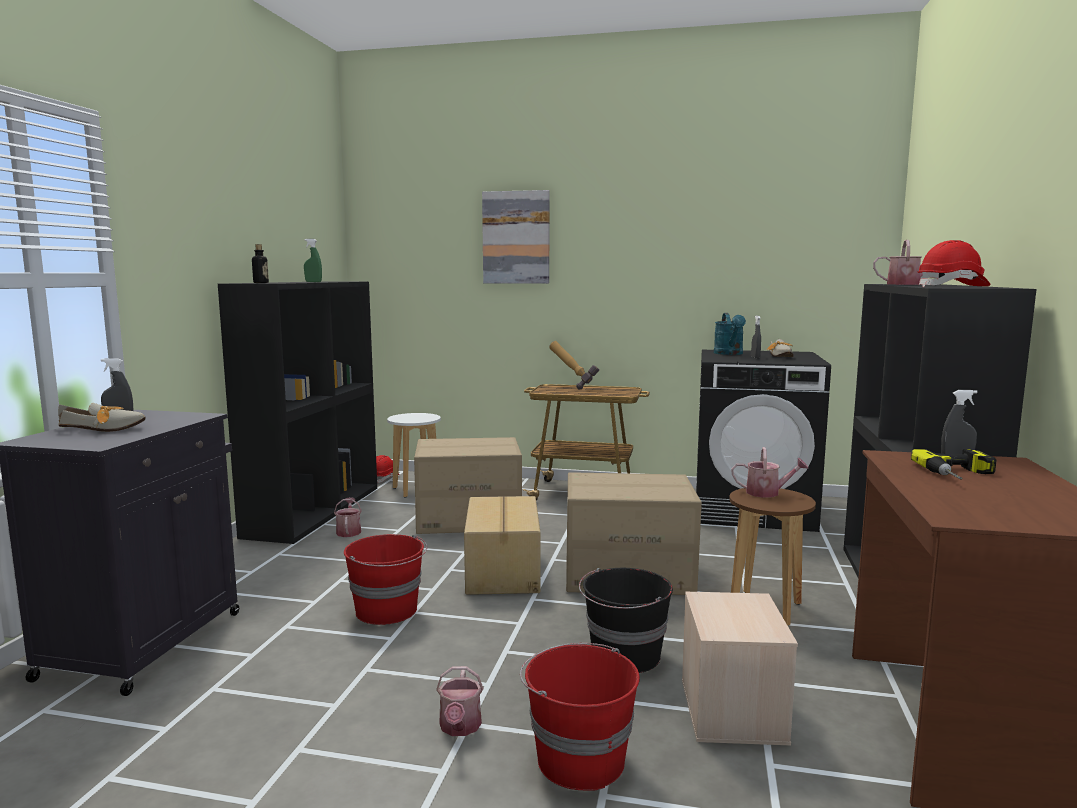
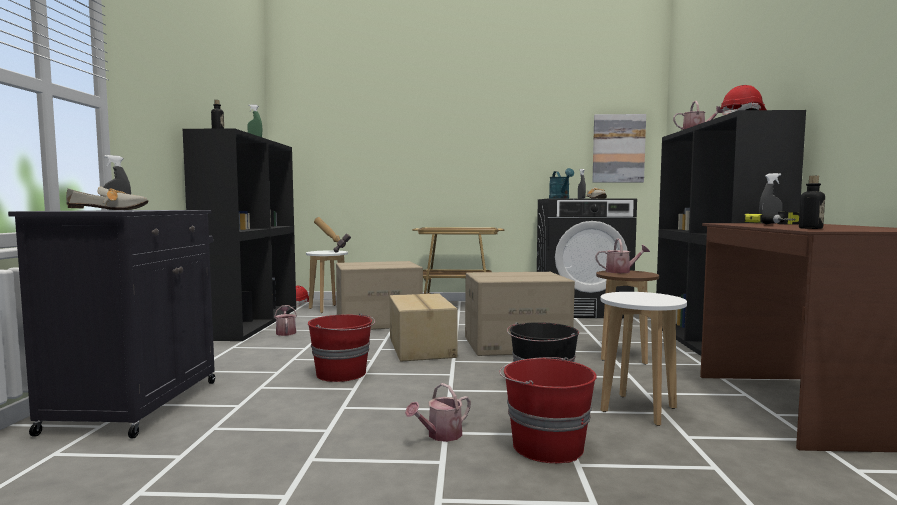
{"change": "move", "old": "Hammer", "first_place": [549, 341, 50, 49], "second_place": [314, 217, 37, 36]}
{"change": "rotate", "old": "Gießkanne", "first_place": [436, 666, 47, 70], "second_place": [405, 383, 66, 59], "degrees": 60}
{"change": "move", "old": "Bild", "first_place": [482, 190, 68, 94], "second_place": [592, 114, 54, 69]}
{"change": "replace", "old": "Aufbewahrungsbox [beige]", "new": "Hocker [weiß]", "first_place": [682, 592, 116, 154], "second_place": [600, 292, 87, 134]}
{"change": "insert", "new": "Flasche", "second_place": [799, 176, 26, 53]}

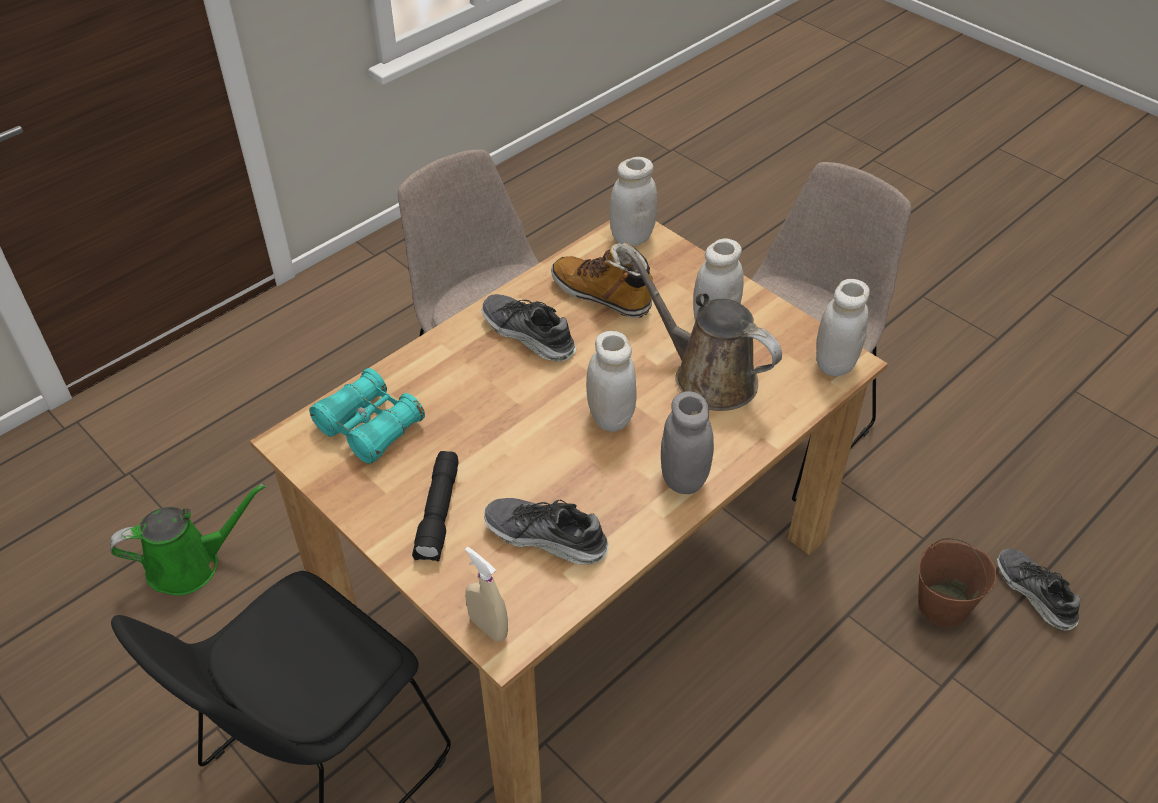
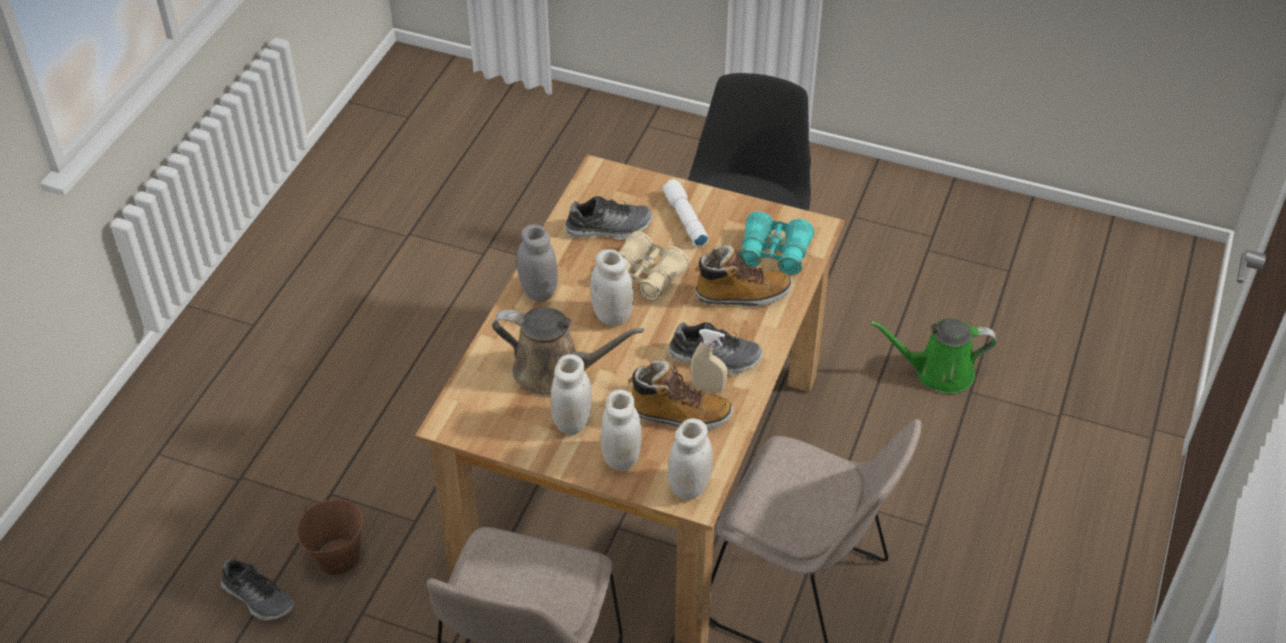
{"change": "move", "old": "Vorratsglas [weiß]", "first_place": [816, 279, 54, 97], "second_place": [601, 389, 41, 82]}
{"change": "insert", "new": "Fernglas [beige]", "second_place": [619, 231, 71, 70]}
{"change": "recolor", "old": "Taschenlampe [schwarz]", "new": "Taschenlampe [weiß]", "first_place": [412, 451, 47, 111], "second_place": [662, 179, 46, 68]}
{"change": "move", "old": "Sprühflasche [beige]", "first_place": [465, 547, 43, 95], "second_place": [691, 329, 36, 64]}
{"change": "insert", "new": "Stiefel", "second_place": [694, 245, 98, 62]}
{"change": "rotate", "old": "Gießkanne [grün]", "first_place": [110, 484, 155, 111], "second_place": [870, 318, 127, 76], "degrees": 45}

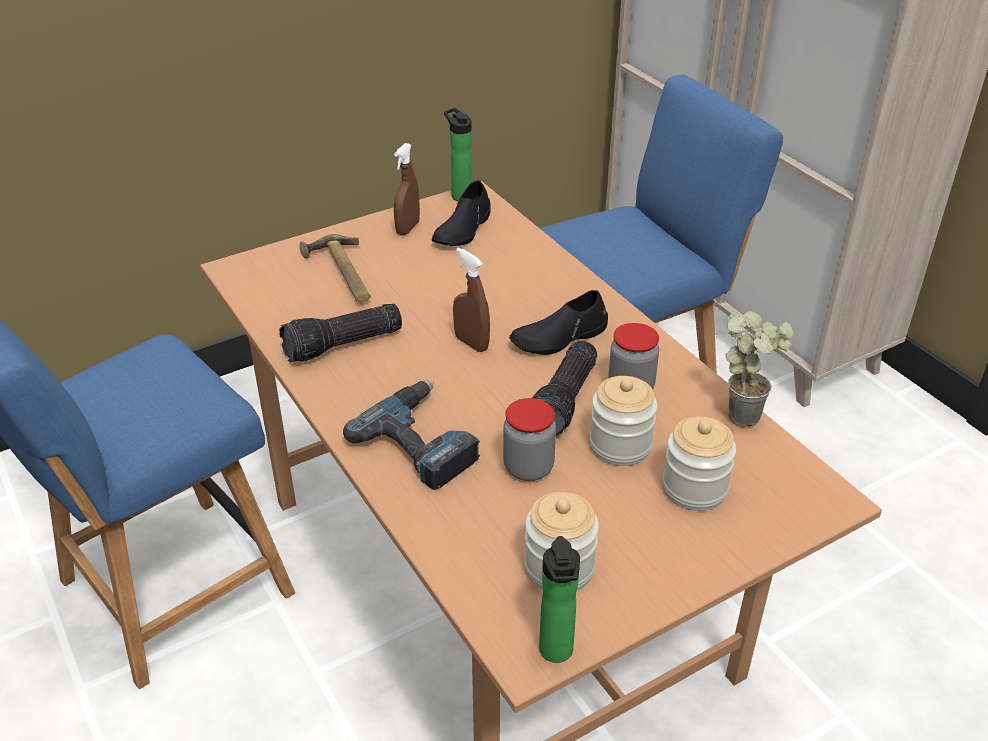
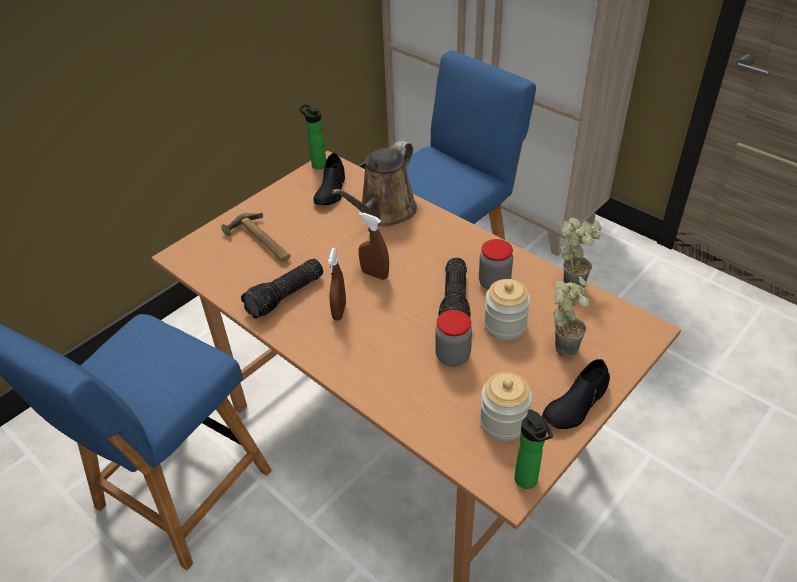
{"change": "move", "old": "Sprühflasche [braun]", "first_place": [394, 143, 26, 92], "second_place": [328, 248, 18, 73]}
{"change": "insert", "new": "Gießkanne [braun]", "second_place": [331, 141, 86, 86]}
{"change": "move", "old": "Schuh [schwarz]", "first_place": [509, 290, 99, 65], "second_place": [542, 359, 68, 70]}
{"change": "replace", "old": "Vorratsglas", "new": "Topfpflanze", "first_place": [662, 416, 74, 95], "second_place": [554, 277, 36, 80]}
{"change": "delete", "old": "Bohrmaschine", "first_place": [343, 380, 137, 110]}

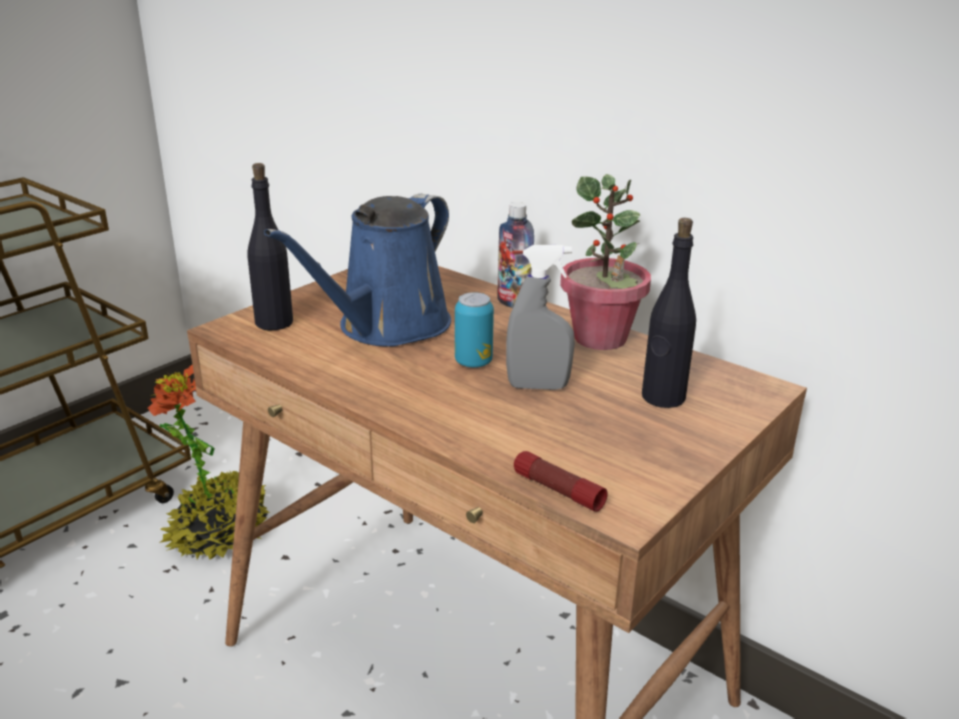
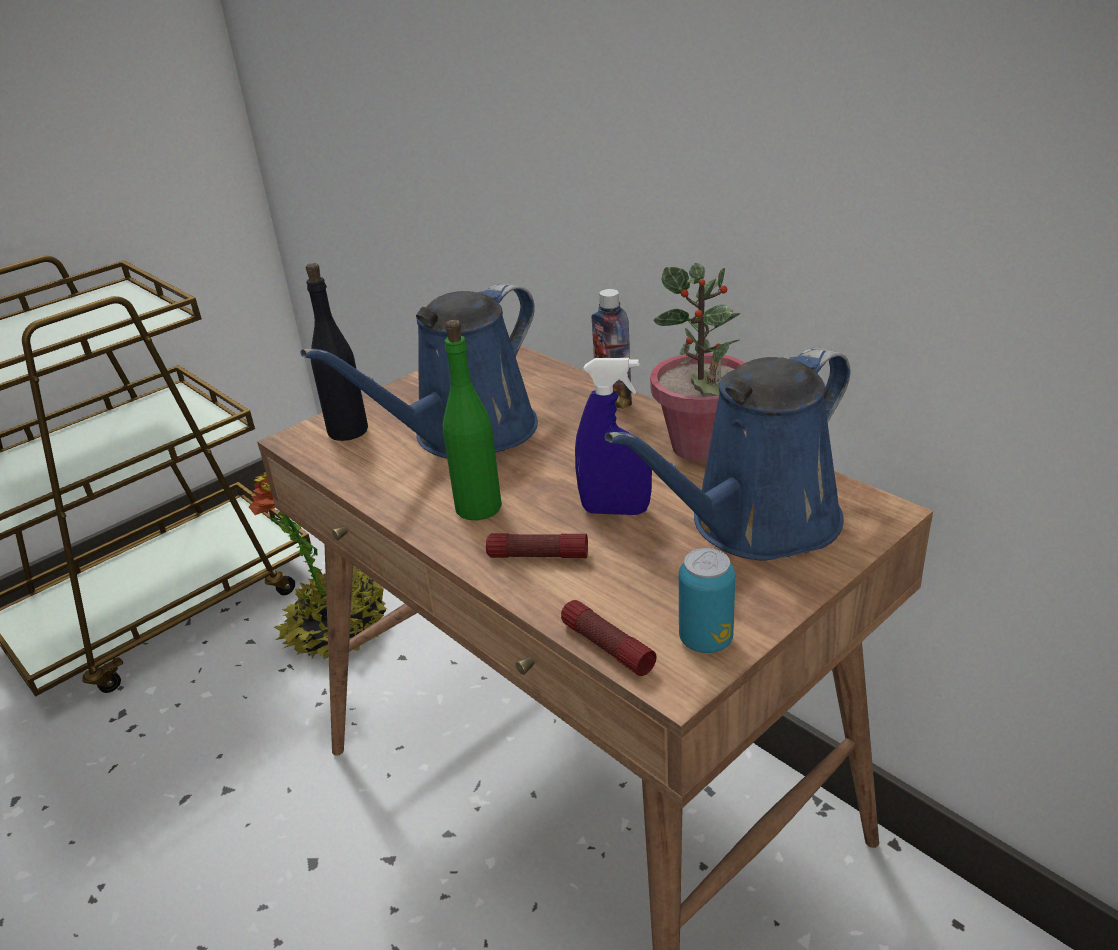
{"change": "insert", "new": "Flasche [grün]", "second_place": [443, 320, 59, 200]}
{"change": "insert", "new": "Taschenlampe", "second_place": [486, 533, 102, 25]}
{"change": "recolor", "old": "Sprühflasche [grau]", "new": "Sprühflasche [blau]", "first_place": [506, 245, 69, 145], "second_place": [575, 358, 77, 157]}
{"change": "replace", "old": "Flasche [schwarz]", "new": "Gießkanne [blau]", "first_place": [642, 218, 54, 190], "second_place": [604, 347, 246, 214]}
{"change": "move", "old": "Dose", "first_place": [455, 292, 39, 76], "second_place": [679, 548, 56, 105]}

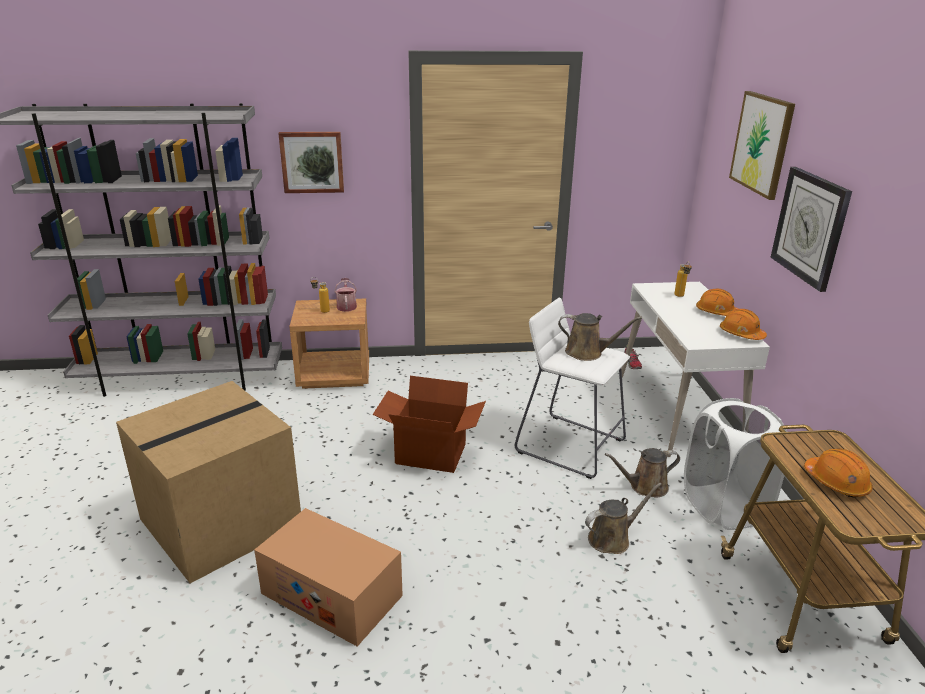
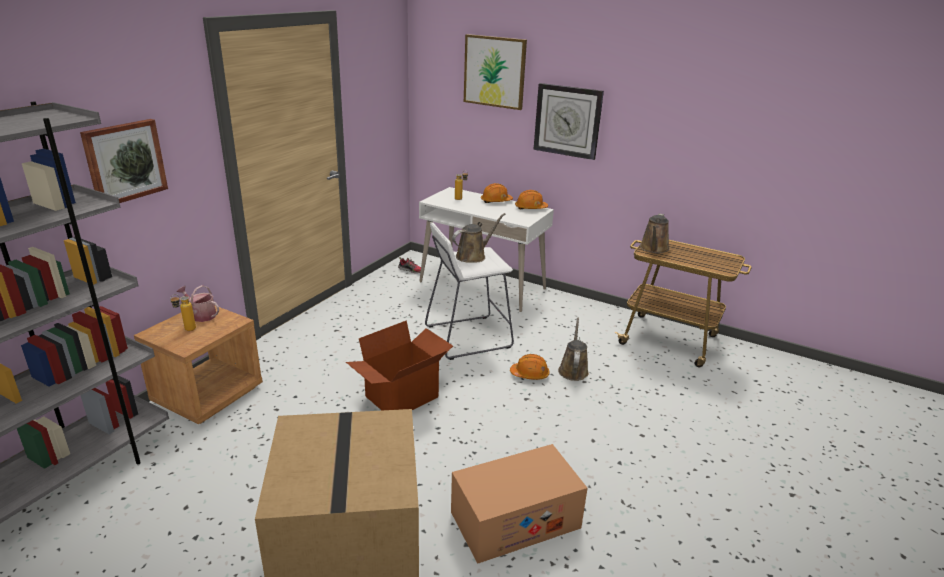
{"change": "move", "old": "Schutzhelm [orange]", "first_place": [804, 449, 69, 48], "second_place": [510, 354, 40, 26]}
{"change": "move", "old": "Gießkanne [braun]", "first_place": [605, 448, 75, 50], "second_place": [640, 214, 30, 39]}
{"change": "delete", "old": "Wäschekorb [weiß]", "first_place": [684, 398, 103, 132]}

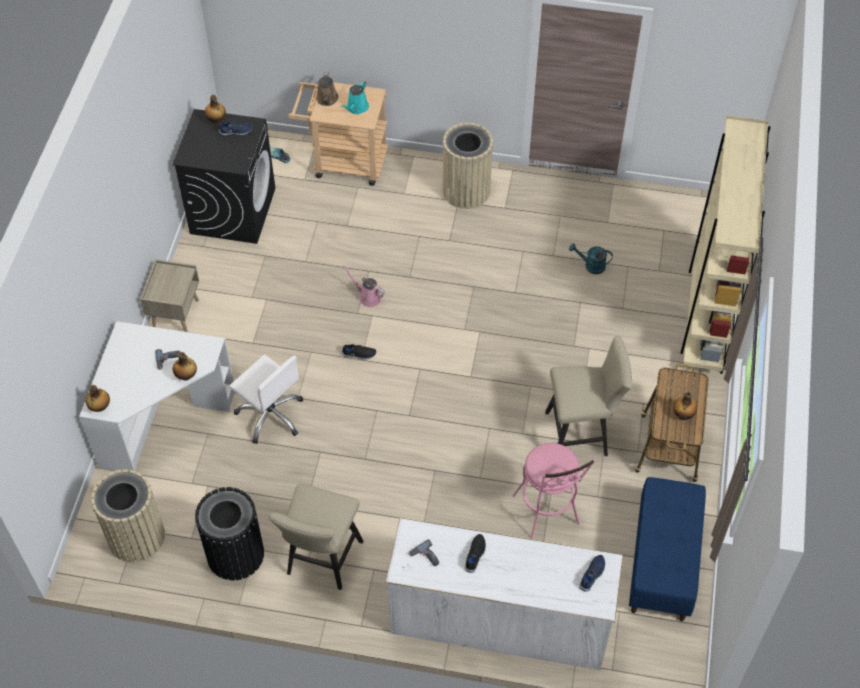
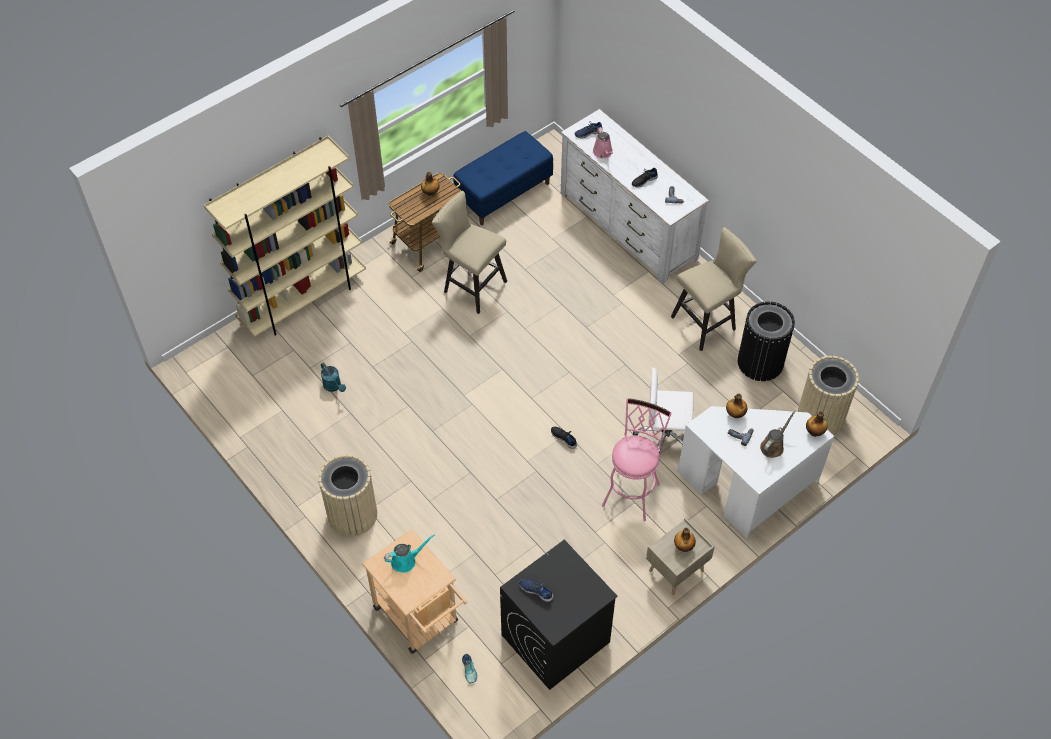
{"change": "move", "old": "Gießkanne [rosa]", "first_place": [343, 266, 42, 41], "second_place": [593, 127, 20, 31]}
{"change": "move", "old": "Hocker [rosa]", "first_place": [513, 443, 83, 96], "second_place": [602, 398, 70, 123]}
{"change": "rotate", "old": "Bürostuhl [weiß]", "first_place": [229, 354, 74, 90], "second_place": [633, 368, 60, 85], "degrees": -75}
{"change": "move", "old": "Flasche", "first_place": [205, 95, 21, 29], "second_place": [674, 528, 22, 24]}
{"change": "move", "old": "Gießkanne [braun]", "first_place": [316, 71, 22, 35], "second_place": [760, 410, 36, 48]}

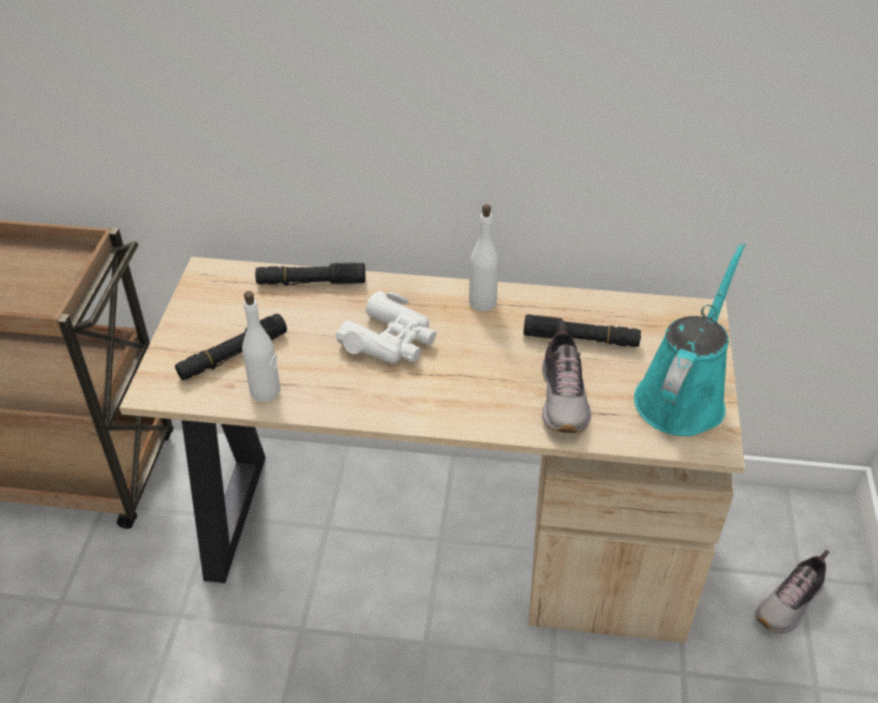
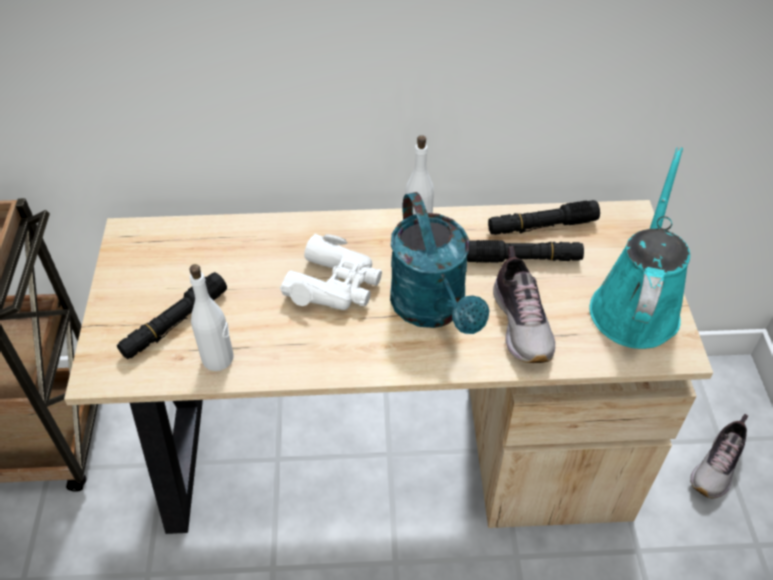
{"change": "insert", "new": "Gießkanne [türkis]", "second_place": [390, 192, 99, 142]}
{"change": "move", "old": "Taschenlampe [schwarz]", "first_place": [255, 262, 110, 24], "second_place": [488, 200, 112, 35]}

